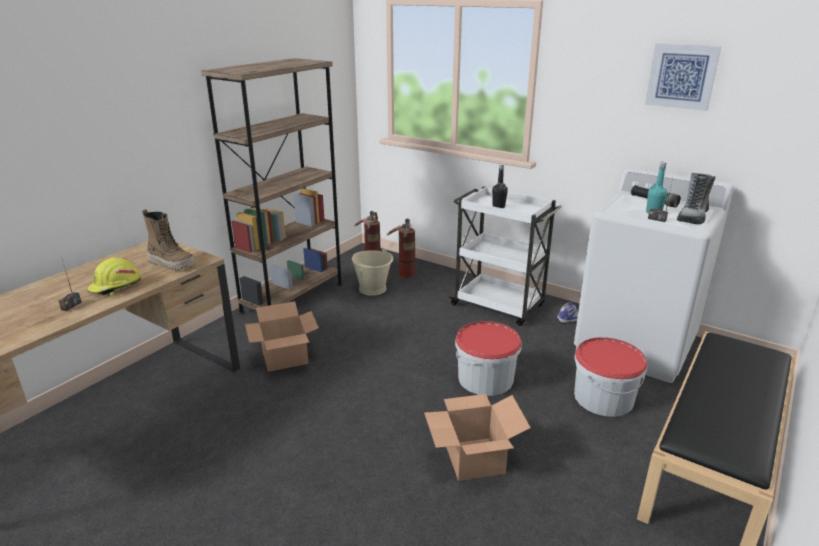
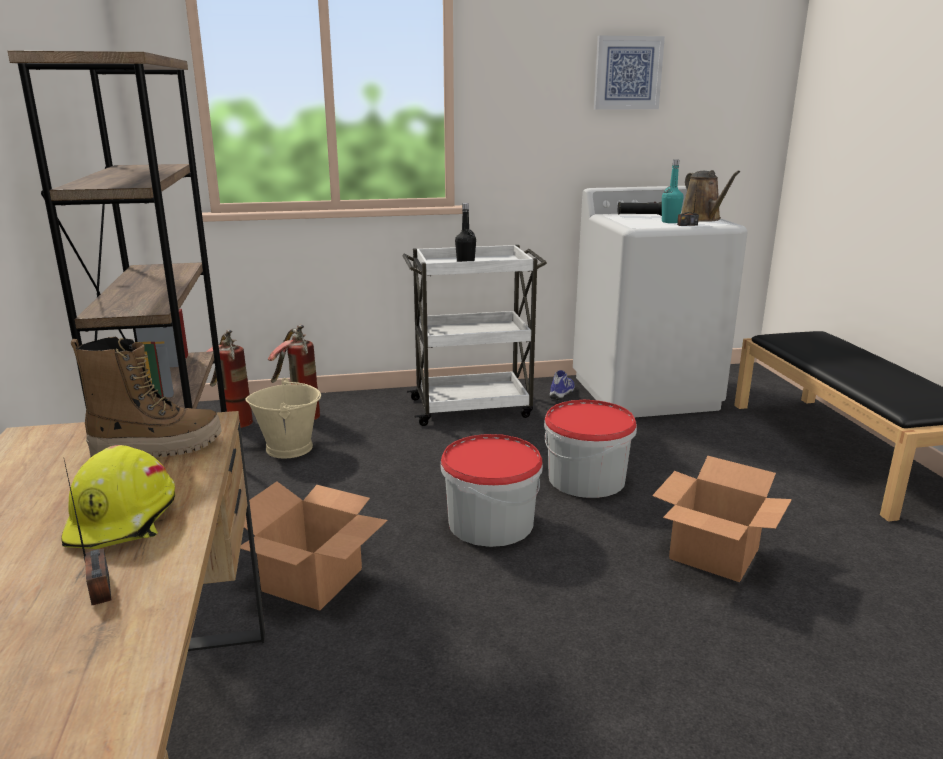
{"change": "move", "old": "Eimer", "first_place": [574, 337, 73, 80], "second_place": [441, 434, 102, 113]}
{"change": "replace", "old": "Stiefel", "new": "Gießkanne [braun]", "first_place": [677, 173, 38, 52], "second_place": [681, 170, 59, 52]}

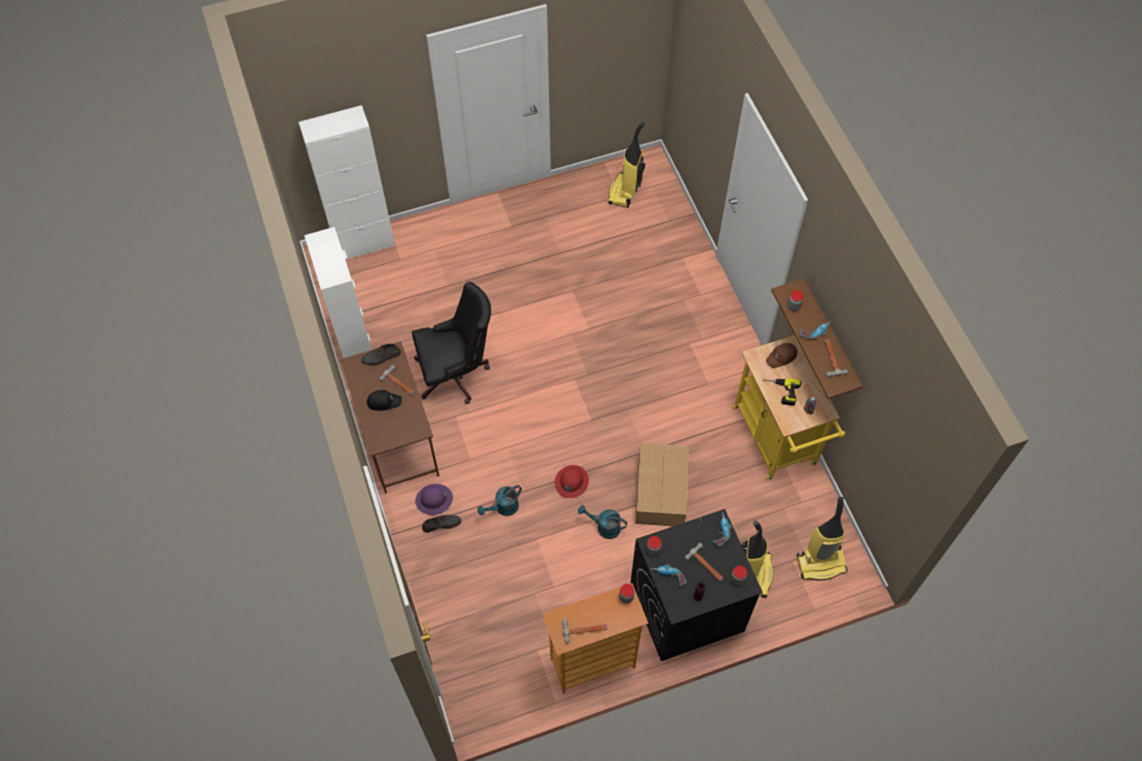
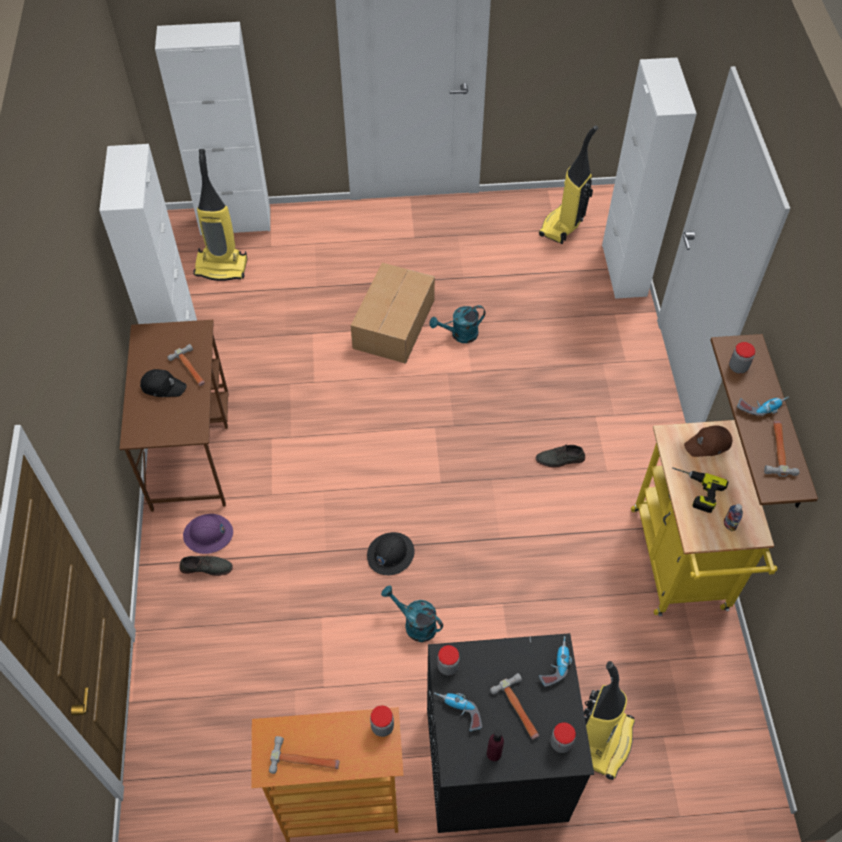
{"change": "move", "old": "Staubsauger", "first_place": [797, 497, 51, 84], "second_place": [193, 149, 54, 132]}
{"change": "move", "old": "Karton", "first_place": [635, 443, 54, 83], "second_place": [351, 263, 84, 101]}
{"change": "recolor", "old": "Schutzhelm [rot]", "new": "Schutzhelm [schwarz]", "first_place": [555, 465, 34, 33], "second_place": [367, 532, 48, 44]}
{"change": "move", "old": "Gießkanne [türkis]", "first_place": [477, 485, 45, 31], "second_place": [429, 305, 56, 38]}
{"change": "move", "old": "Schuh [grau]", "first_place": [361, 344, 40, 21], "second_place": [536, 445, 49, 23]}
{"change": "insert", "new": "Schrank [weiß]", "second_place": [602, 58, 95, 241]}
{"change": "delete", "old": "Bürostuhl [schwarz]", "first_place": [412, 282, 79, 122]}

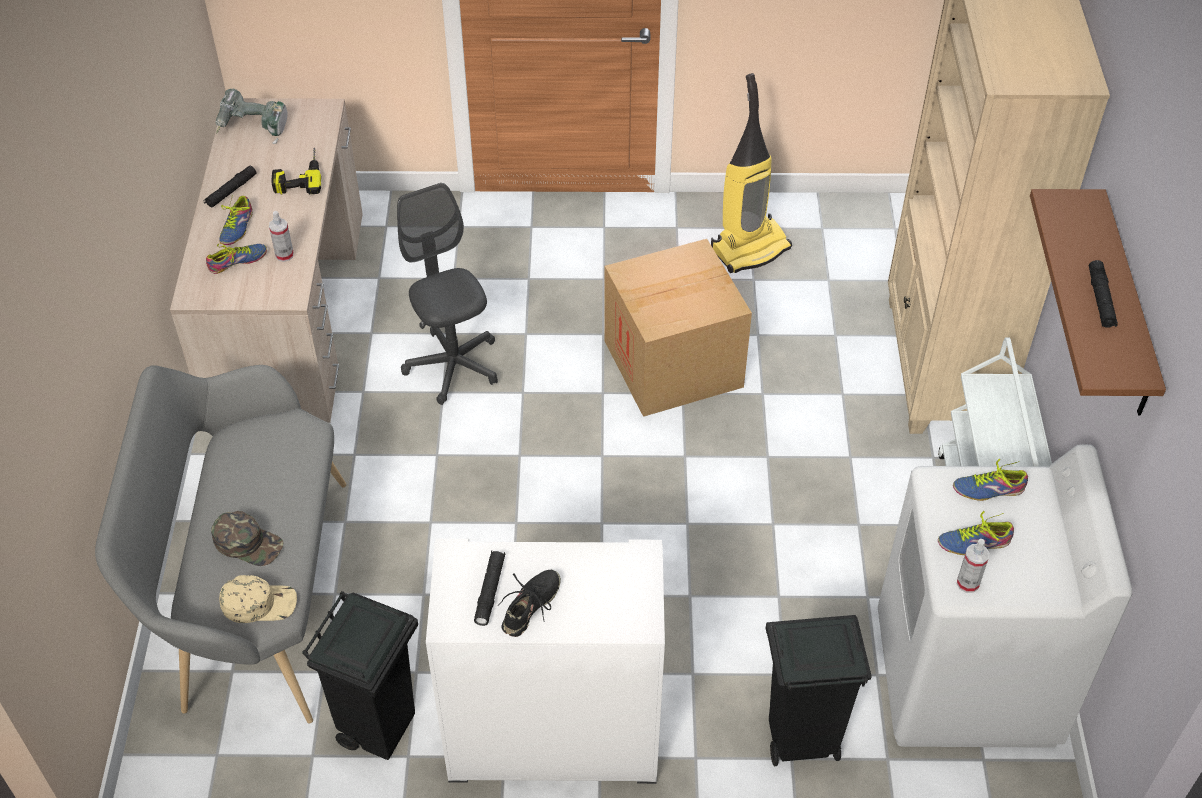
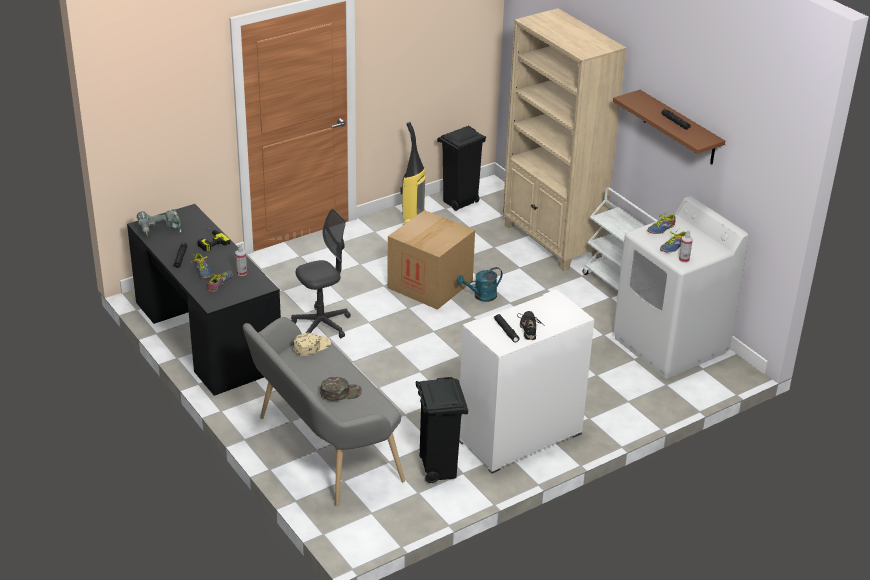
{"change": "recolor", "old": "Schreibtisch [beige]", "new": "Schreibtisch [schwarz]", "first_place": [170, 98, 193, 325], "second_place": [127, 204, 154, 192]}
{"change": "rotate", "old": "Bürostuhl [grau]", "first_place": [397, 183, 101, 222], "second_place": [291, 209, 60, 129], "degrees": 120}
{"change": "move", "old": "Kappe [beige]", "first_place": [219, 575, 78, 48], "second_place": [293, 333, 38, 23]}
{"change": "move", "old": "Mülleimer [schwarz]", "first_place": [765, 615, 107, 151], "second_place": [437, 126, 49, 85]}
{"change": "insert", "new": "Gießkanne [türkis]", "second_place": [457, 267, 45, 35]}

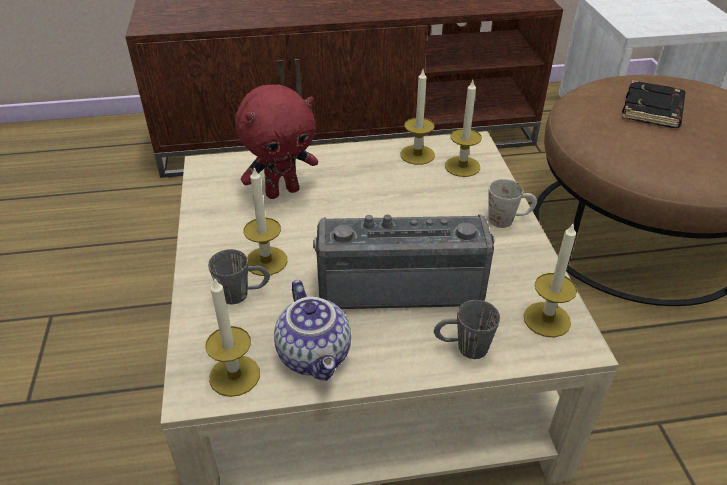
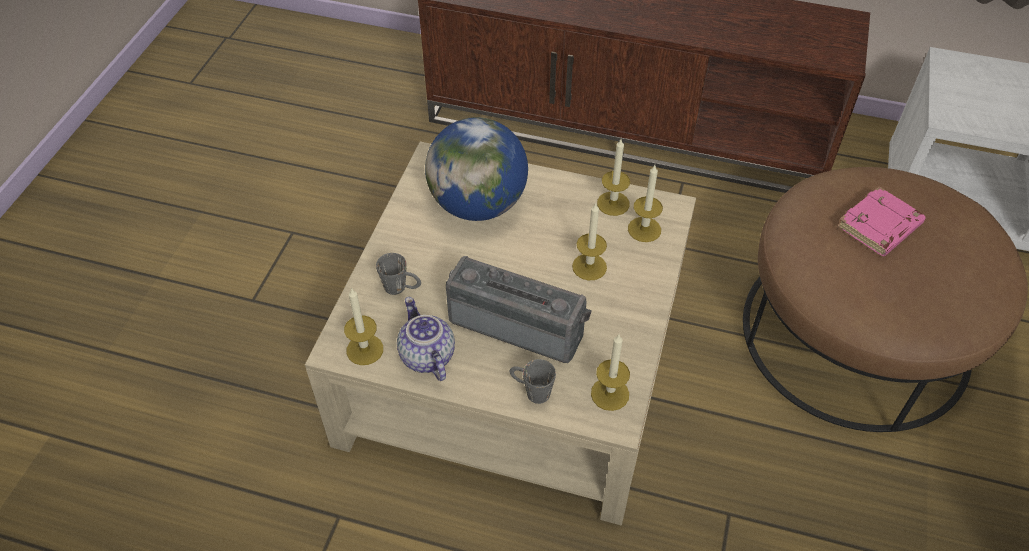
{"change": "rotate", "old": "Teekanne", "first_place": [274, 280, 77, 101], "second_place": [397, 297, 58, 84], "degrees": 150}
{"change": "replace", "old": "Plüschtier [rot]", "new": "Globus", "first_place": [235, 85, 83, 114], "second_place": [425, 117, 103, 104]}
{"change": "move", "old": "Kerze", "first_place": [243, 168, 44, 108], "second_place": [572, 203, 35, 77]}
{"change": "recolor", "old": "Buch [schwarz]", "new": "Buch [rosa]", "first_place": [622, 80, 63, 48], "second_place": [837, 186, 89, 70]}
{"change": "delete", "old": "Henkelbecher [weiß]", "first_place": [489, 179, 48, 49]}

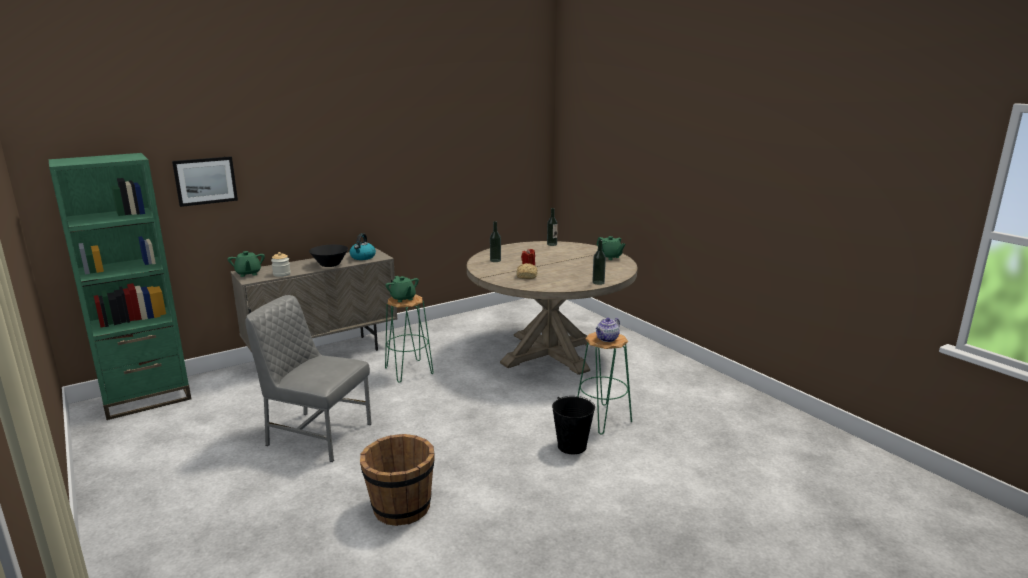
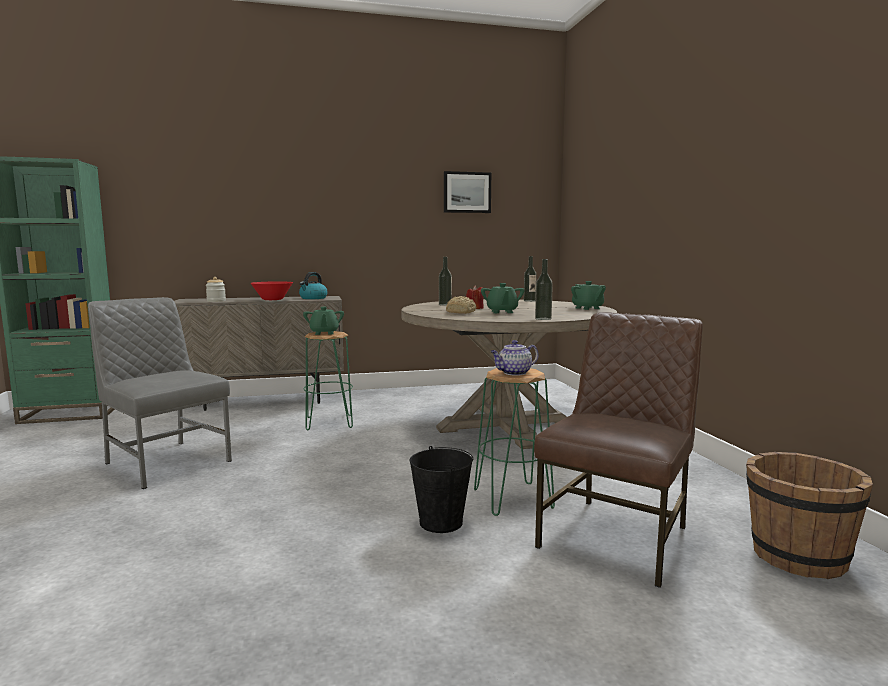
{"change": "recolor", "old": "Schüssel [schwarz]", "new": "Schüssel [rot]", "first_place": [309, 245, 39, 22], "second_place": [251, 281, 42, 19]}
{"change": "move", "old": "Bild", "first_place": [172, 156, 66, 51], "second_place": [444, 171, 47, 42]}
{"change": "move", "old": "Teekanne [grün]", "first_place": [228, 251, 37, 26], "second_place": [481, 283, 43, 30]}
{"change": "insert", "new": "Stuhl [braun]", "second_place": [534, 312, 169, 276]}
{"change": "move", "old": "Eimer [braun]", "first_place": [360, 434, 75, 92], "second_place": [746, 452, 127, 127]}

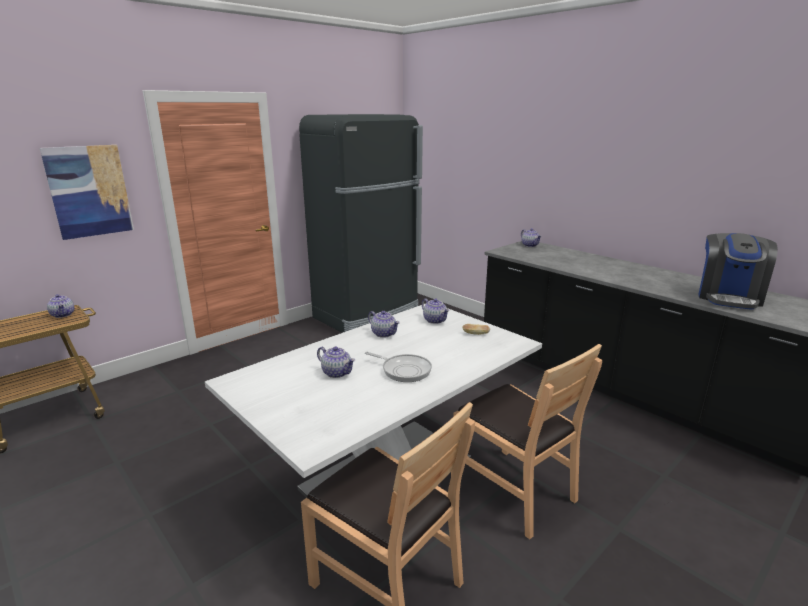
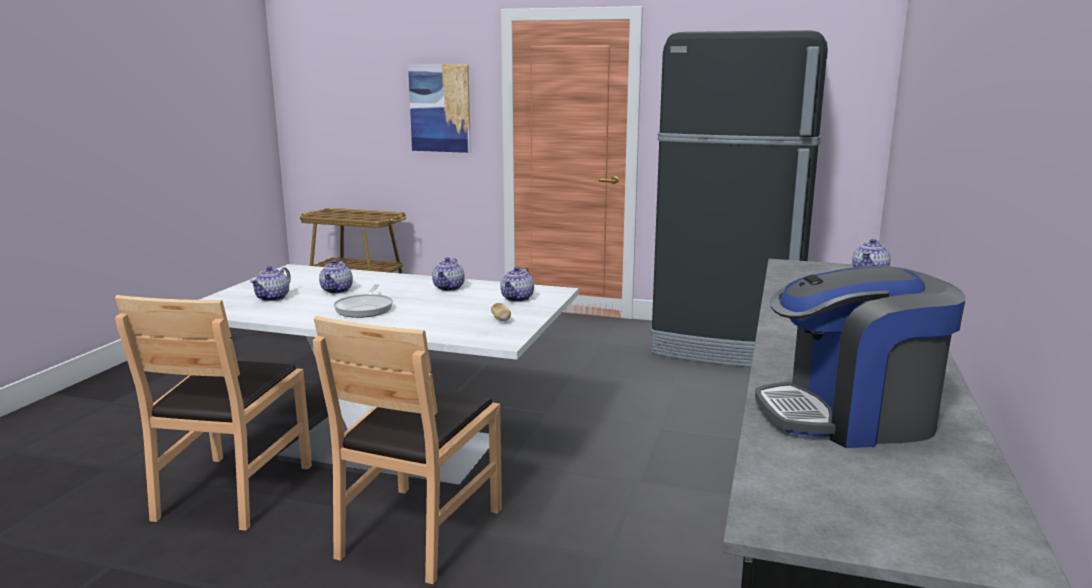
{"change": "move", "old": "Teekanne", "first_place": [47, 294, 27, 24], "second_place": [250, 266, 41, 35]}

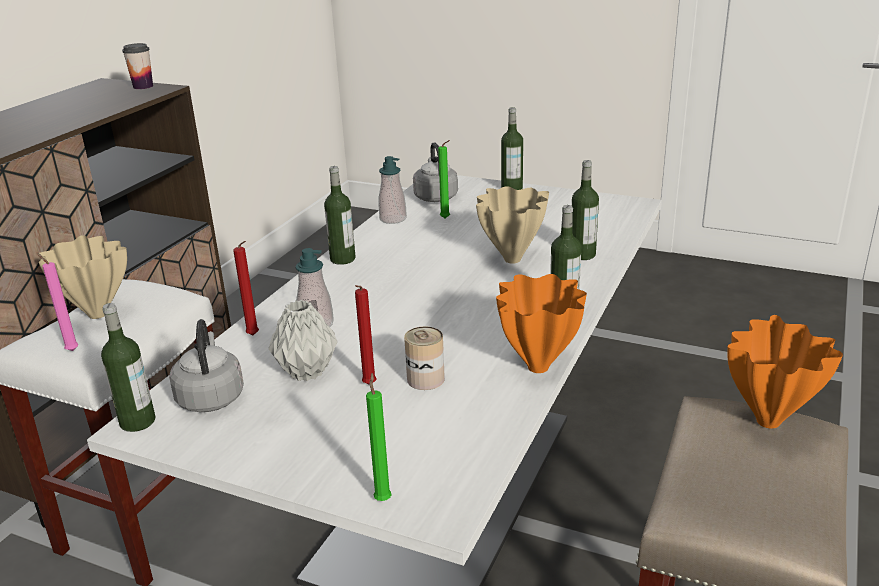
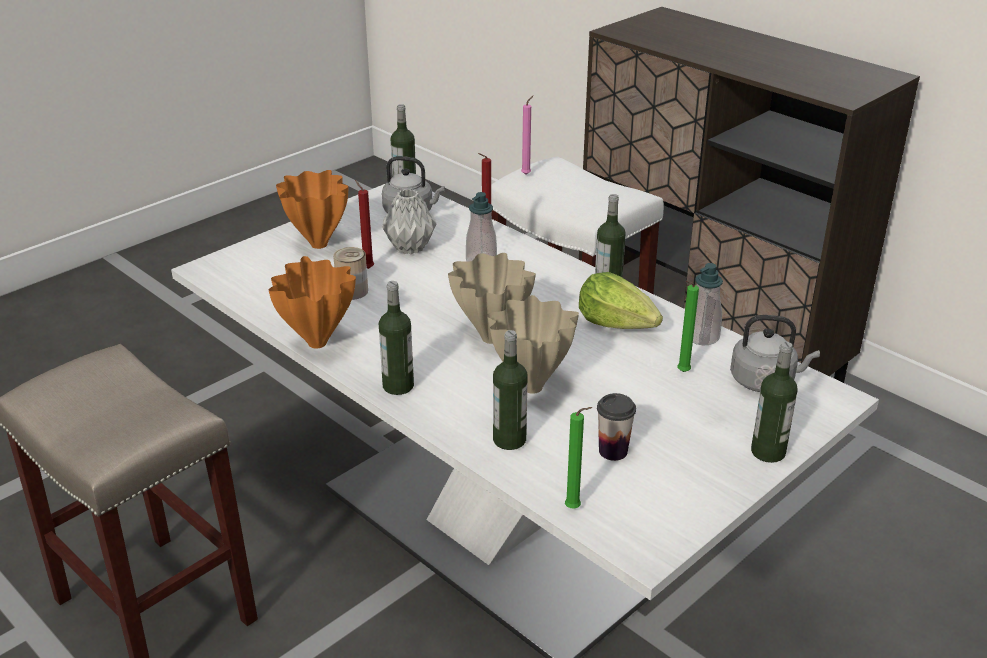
{"change": "move", "old": "Vase [orange]", "first_place": [727, 315, 116, 113], "second_place": [276, 170, 72, 79]}
{"change": "move", "old": "Vase [beige]", "first_place": [39, 235, 88, 84], "second_place": [448, 253, 88, 91]}
{"change": "move", "old": "Kerze [grün]", "first_place": [366, 373, 26, 128], "second_place": [565, 407, 27, 102]}
{"change": "insert", "new": "Salatkopf", "second_place": [579, 272, 84, 57]}
{"change": "move", "old": "Tasse", "first_place": [122, 43, 31, 46], "second_place": [597, 393, 39, 68]}

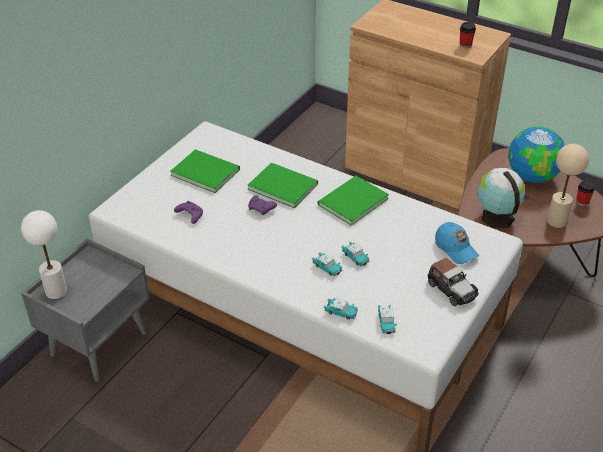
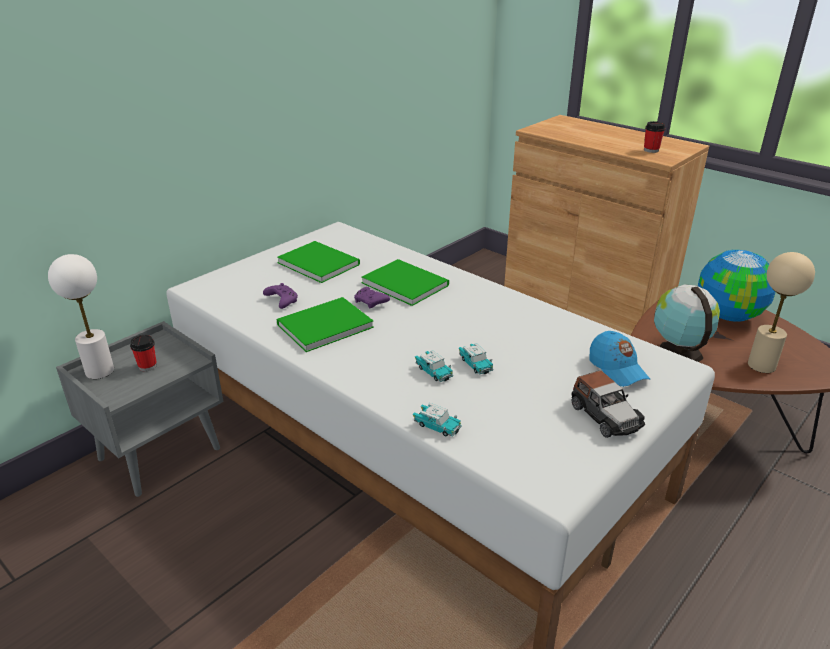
{"change": "move", "old": "Tasse", "first_place": [576, 180, 19, 26], "second_place": [130, 335, 27, 36]}
{"change": "move", "old": "Buch [grün]", "first_place": [317, 176, 72, 50], "second_place": [277, 297, 97, 55]}
{"change": "delete", "old": "Spielzeugauto", "first_place": [378, 305, 19, 29]}

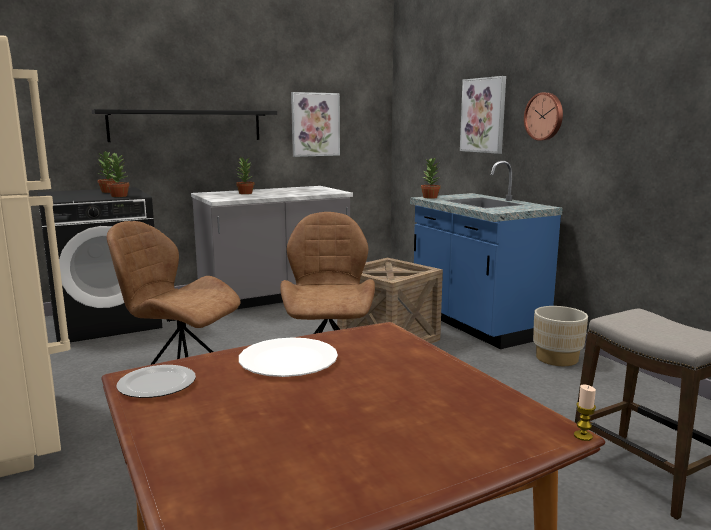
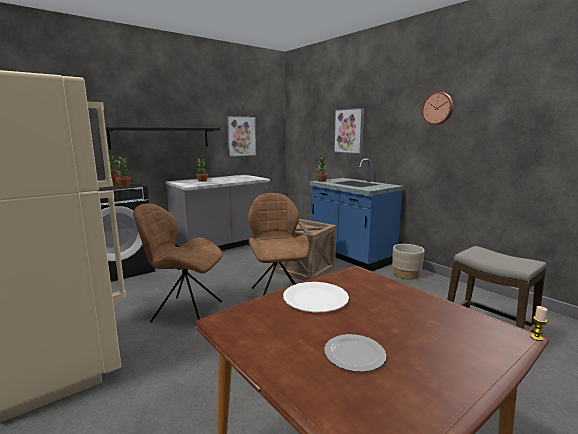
{"change": "move", "old": "Teller", "first_place": [116, 365, 80, 33], "second_place": [324, 334, 62, 38]}
{"change": "move", "old": "Wanduhr", "first_place": [524, 92, 39, 49], "second_place": [422, 92, 31, 33]}

